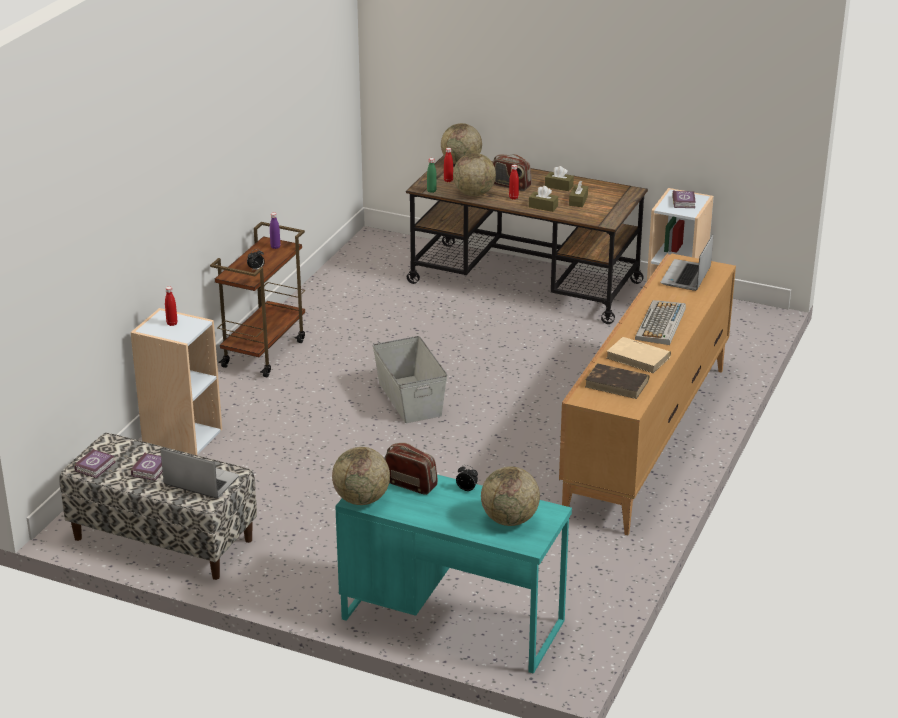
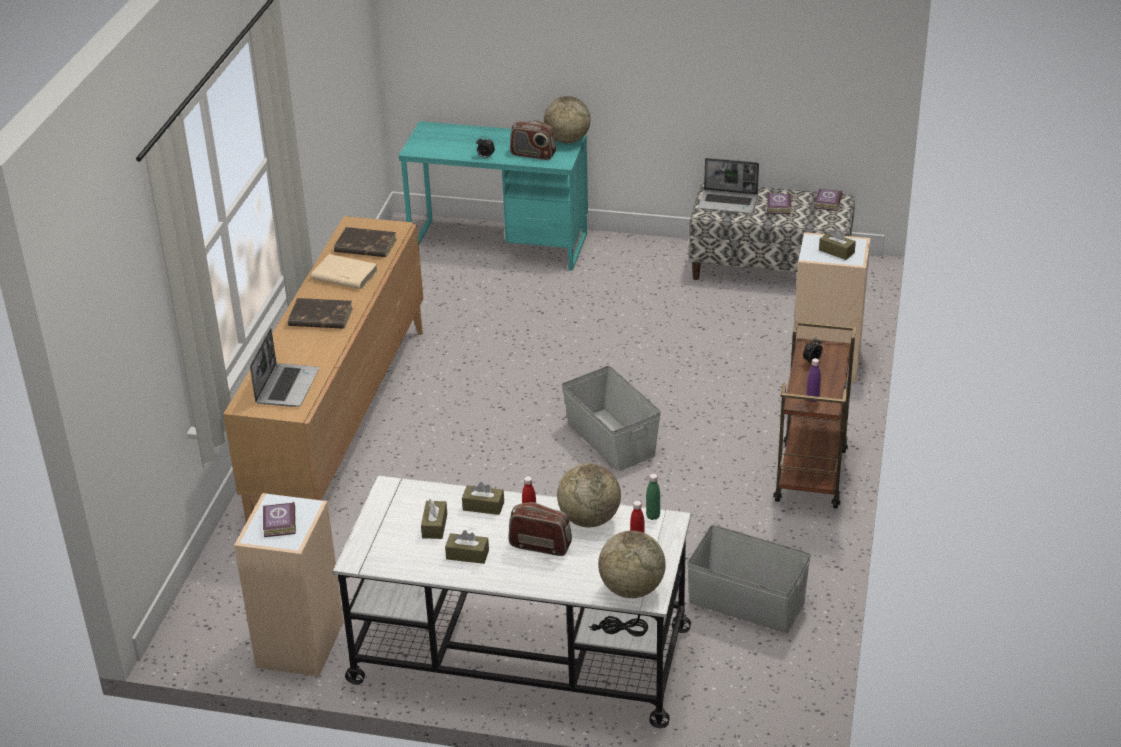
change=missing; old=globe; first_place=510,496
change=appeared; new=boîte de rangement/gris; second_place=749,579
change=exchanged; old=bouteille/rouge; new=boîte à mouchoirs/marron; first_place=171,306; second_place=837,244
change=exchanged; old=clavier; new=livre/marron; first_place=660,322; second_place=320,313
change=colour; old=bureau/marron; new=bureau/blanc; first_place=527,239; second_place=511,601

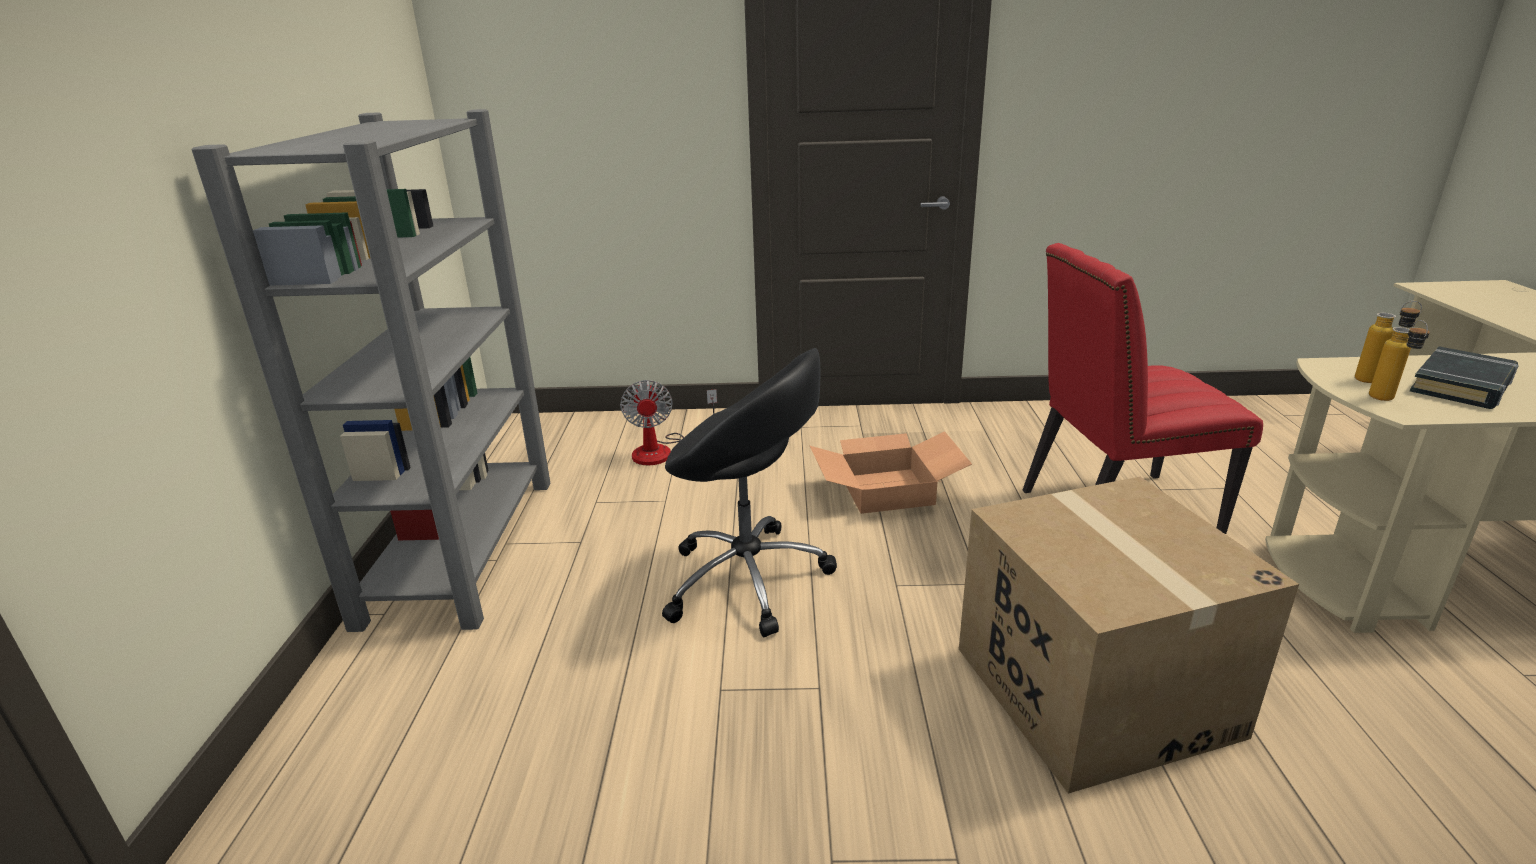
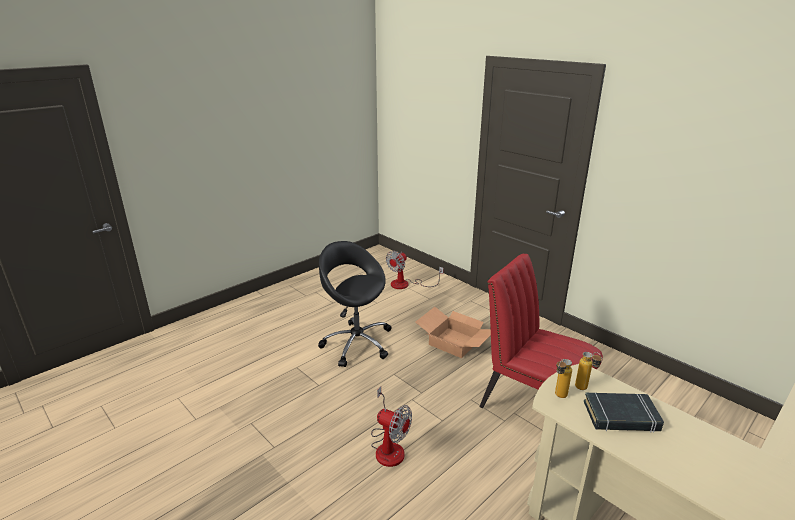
change=missing; old=bibliothèque/gris; first_place=370,370
change=exchanged; old=carton; new=ventilateur; first_place=1129,635; second_place=391,426
change=spun; old=chaise de bureau/noir; first_place=749,492; second_place=355,304; degrees=135

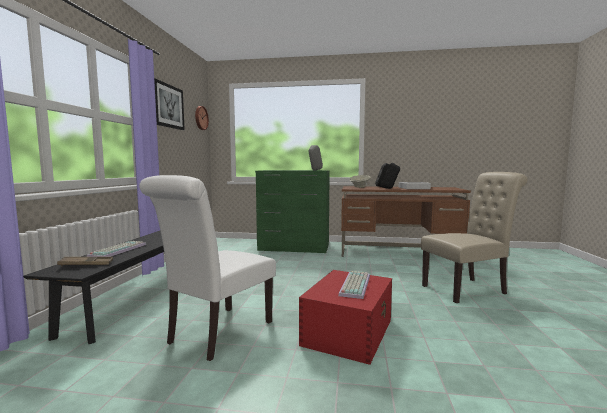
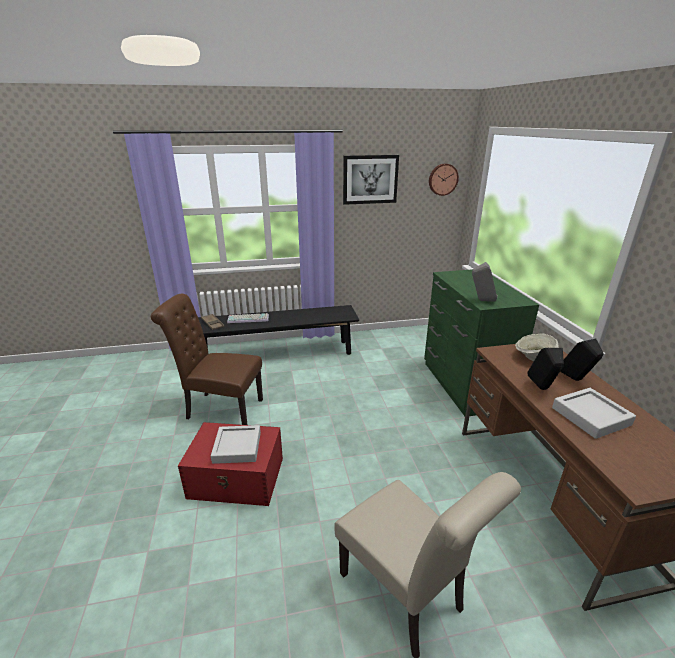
change=exchanged; old=clavier; new=plateau/gris; first_place=354,285; second_place=236,444
change=colour; old=chaise/blanc; new=chaise/marron; first_place=207,268; second_place=207,359

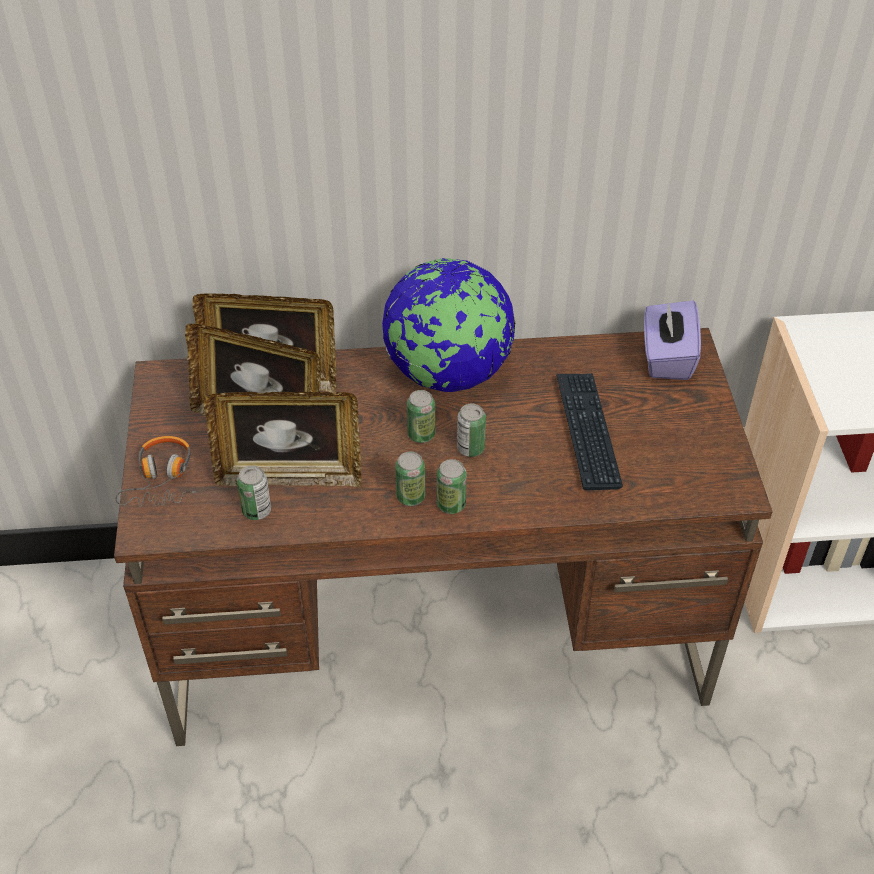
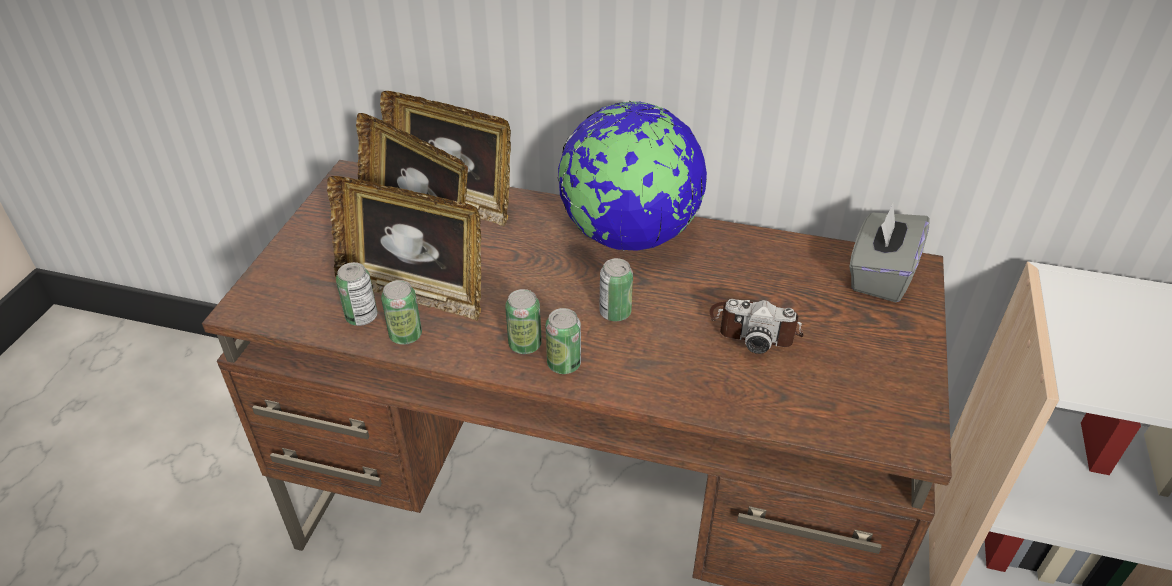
change=missing; old=casque audio; first_place=156,472
change=relocated; old=boîte métallique; first_place=421,416; second_place=401,312
change=exchanged; old=clavier; new=appareil photo; first_place=589,431; second_place=756,326
change=colour; old=boîte à mouchoirs/violet; new=boîte à mouchoirs/gris; first_place=672,340; second_place=889,253

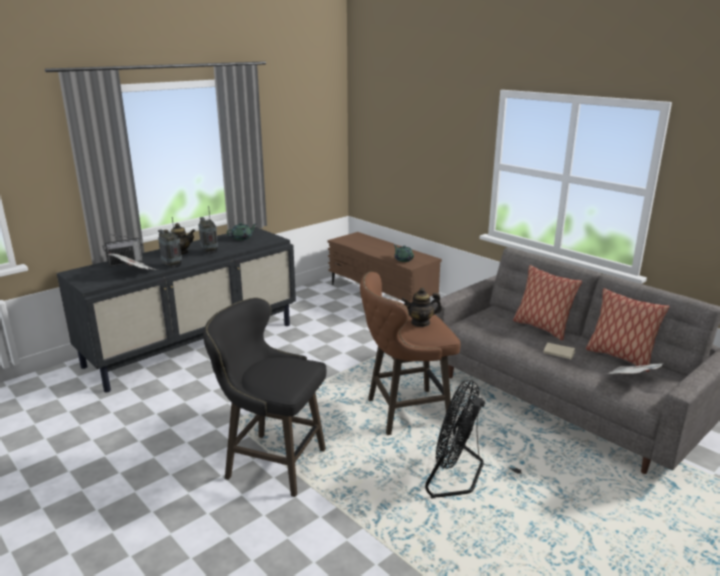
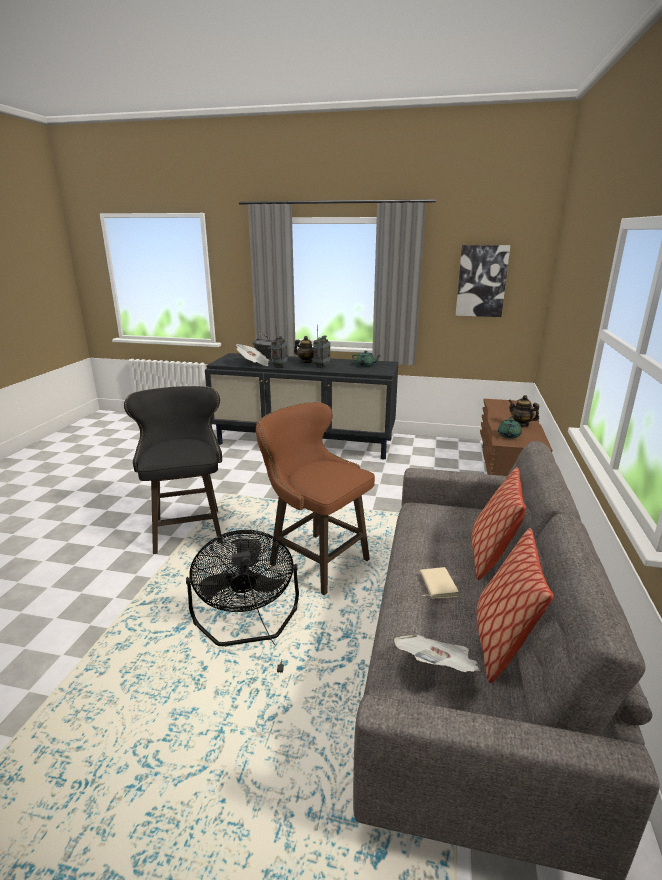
change=appeared; new=tableau; second_place=483,281
change=relocated; old=théière; first_place=421,307; second_place=524,411

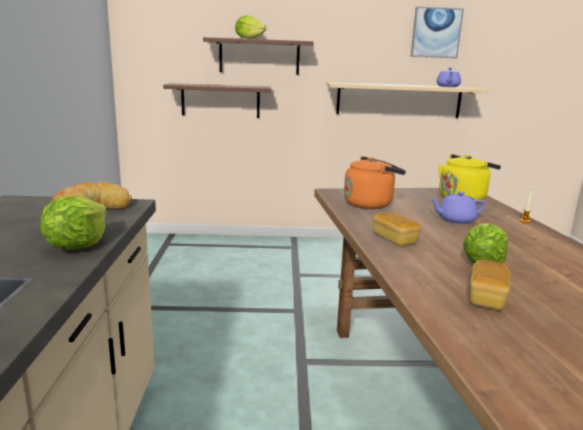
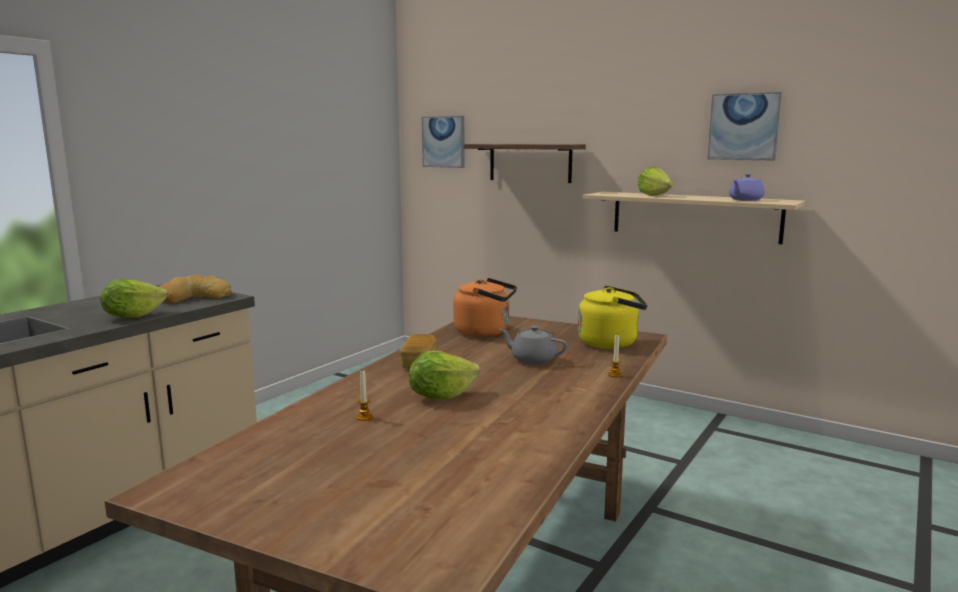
change=missing; old=étagère; first_place=217,100
change=appeared; new=tableau; second_place=443,142
change=relocated; old=laitue; first_place=250,27; second_place=655,181
change=exchanged; old=pain; new=bougie; first_place=489,285; second_place=364,395
change=colour; old=théière/violet; new=théière/gris; first_place=457,207; second_place=533,345

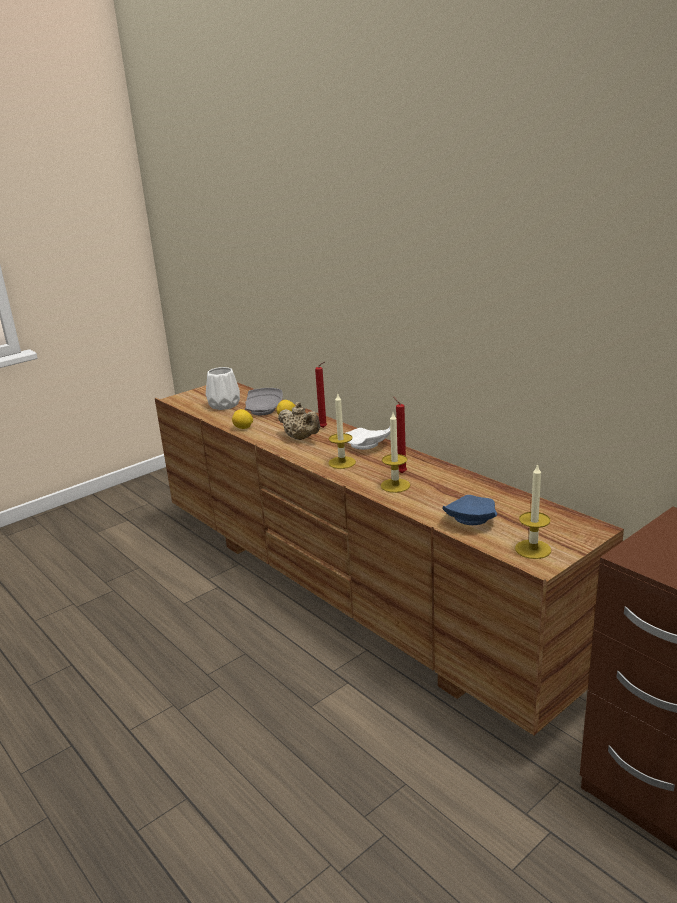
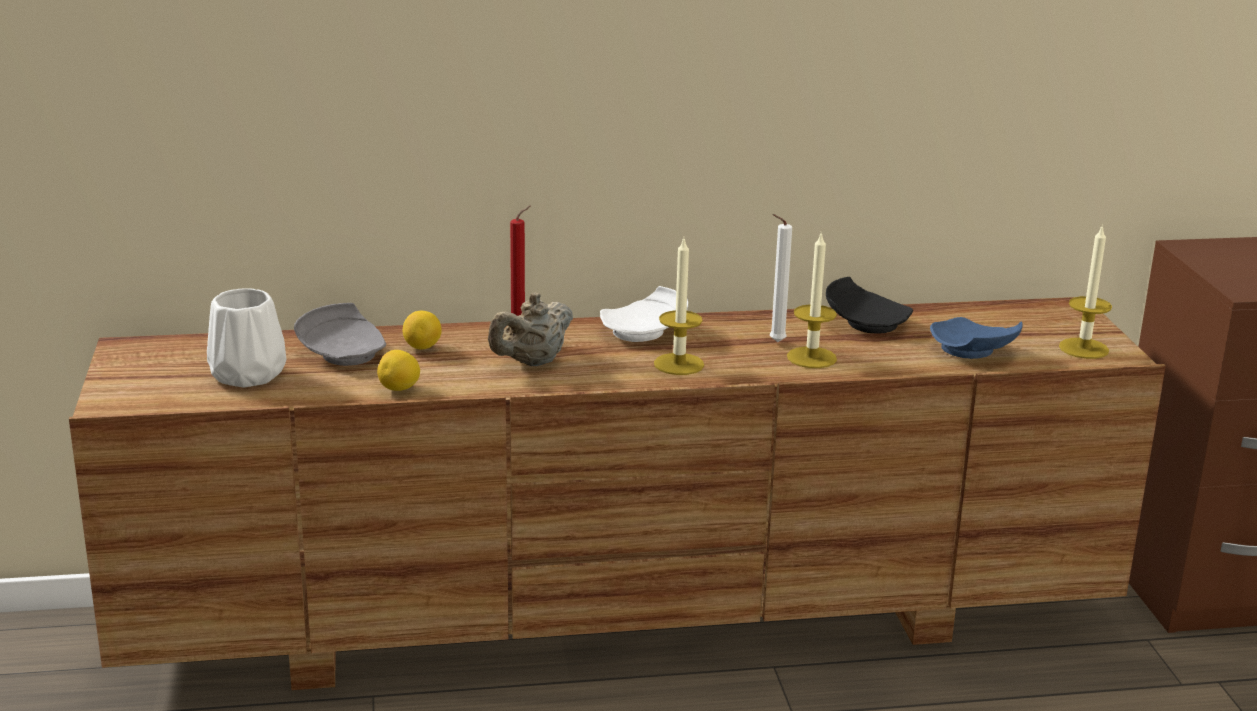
change=appeared; new=assiette/noir; second_place=869,305
change=colour; old=bougie/rouge; new=bougie/blanc; first_place=400,434; second_place=781,278
change=spun; old=théière/beige; first_place=299,421; second_place=530,329; degrees=150

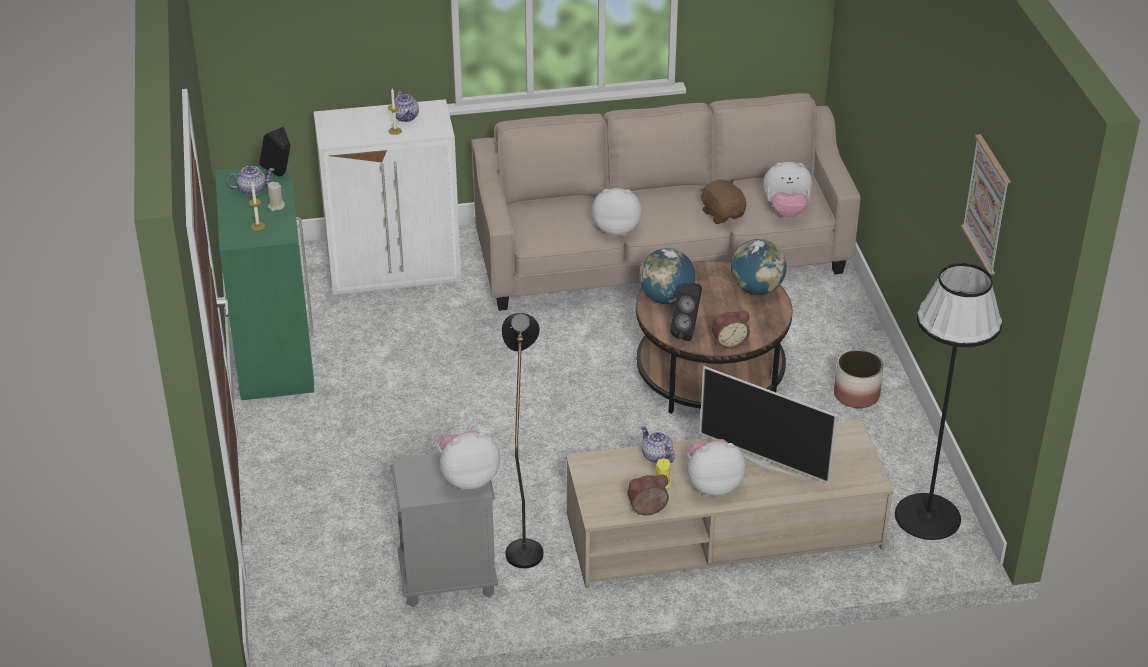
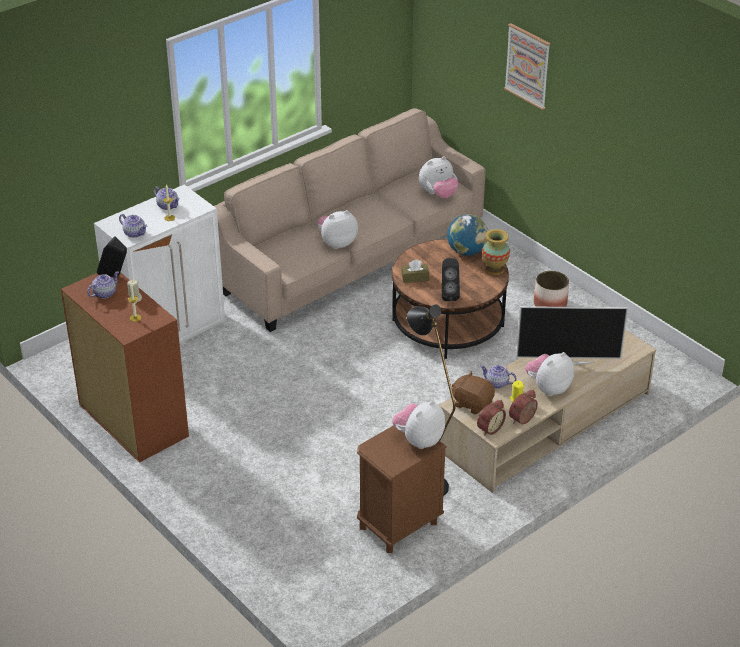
change=missing; old=lampadaire/noir; first_place=948,401
change=appeared; new=théière; second_place=133,226
change=appeared; new=vase; second_place=496,252
change=relocated; old=peluche/marron; first_place=723,201; second_place=473,392
change=relocated; old=réveil; first_place=731,330; second_place=491,418
change=relocated; old=tableau; first_place=986,204; second_place=527,66
change=exchanged; old=globe; new=boîte à mouchoirs/marron; first_place=667,276; second_place=415,271
change=colour; old=meuble de rangement/vert; new=meuble de rangement/marron; first_place=264,282; second_place=125,367
change=colour; old=table de chevet/gris; new=table de chevet/marron; first_place=444,530; second_place=402,489

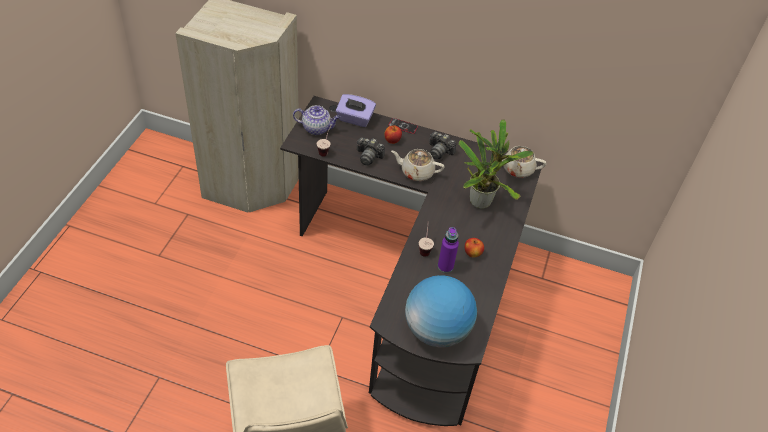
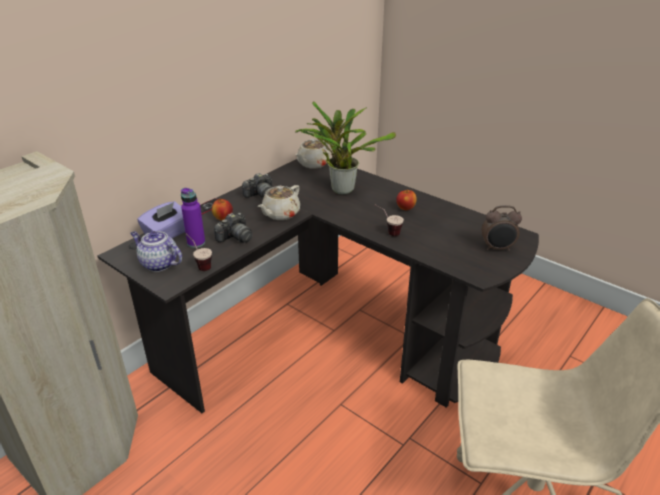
change=relocated; old=bouteille/violet; first_place=448,250; second_place=193,218
change=exchanged; old=globe; new=réveil; first_place=441,311; second_place=502,228
change=spun; old=théière; first_place=316,120; second_place=156,251; degrees=-90

